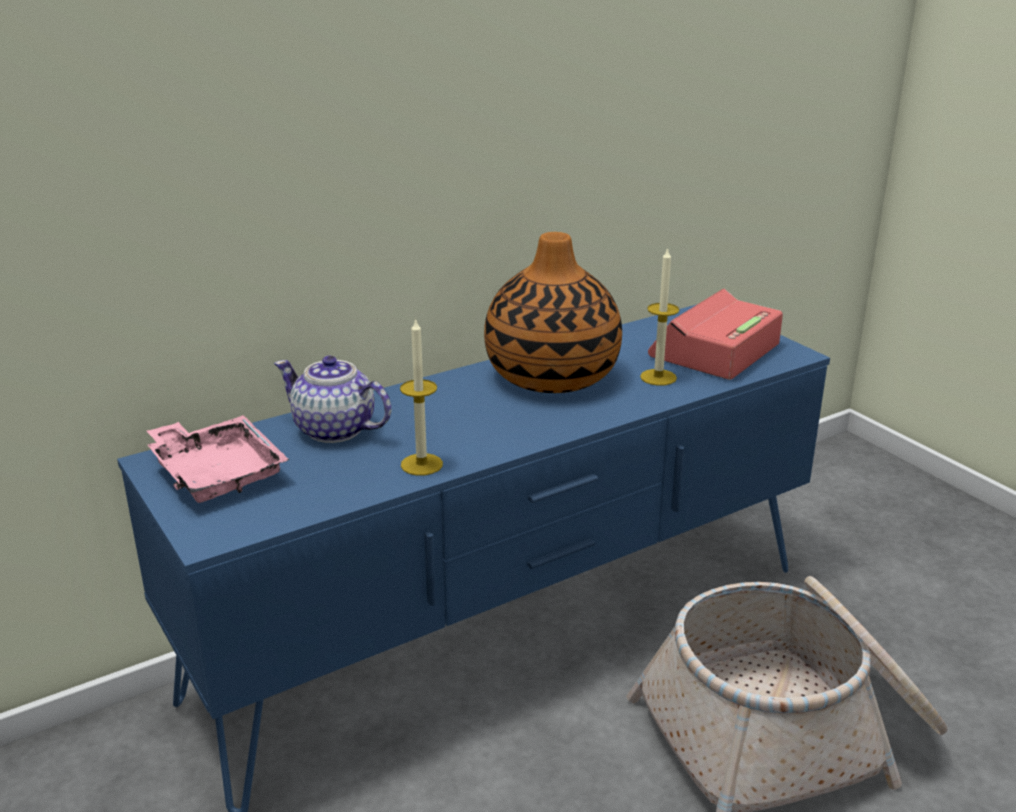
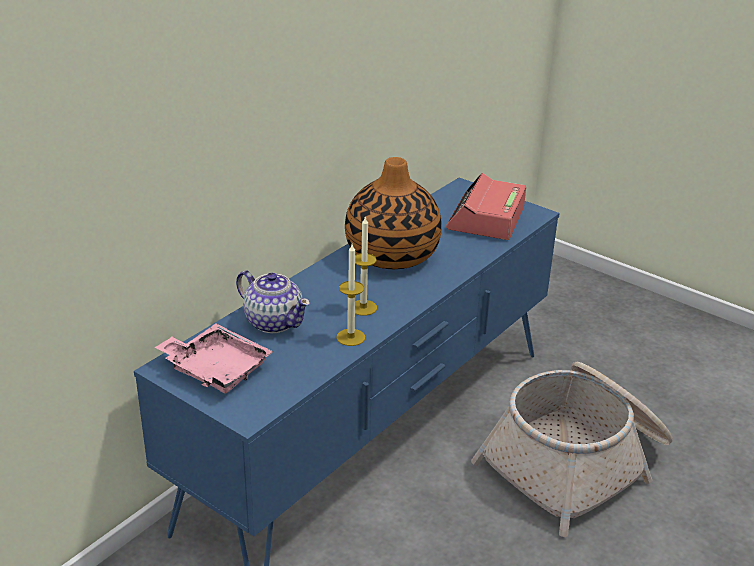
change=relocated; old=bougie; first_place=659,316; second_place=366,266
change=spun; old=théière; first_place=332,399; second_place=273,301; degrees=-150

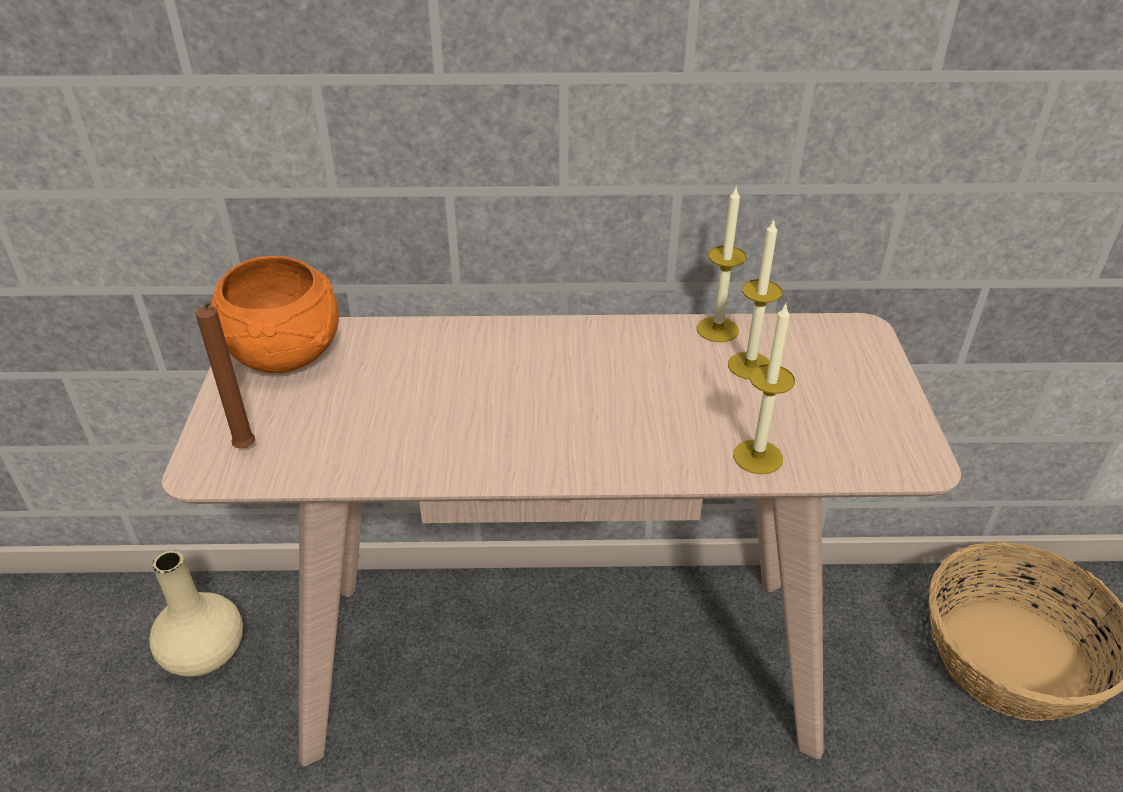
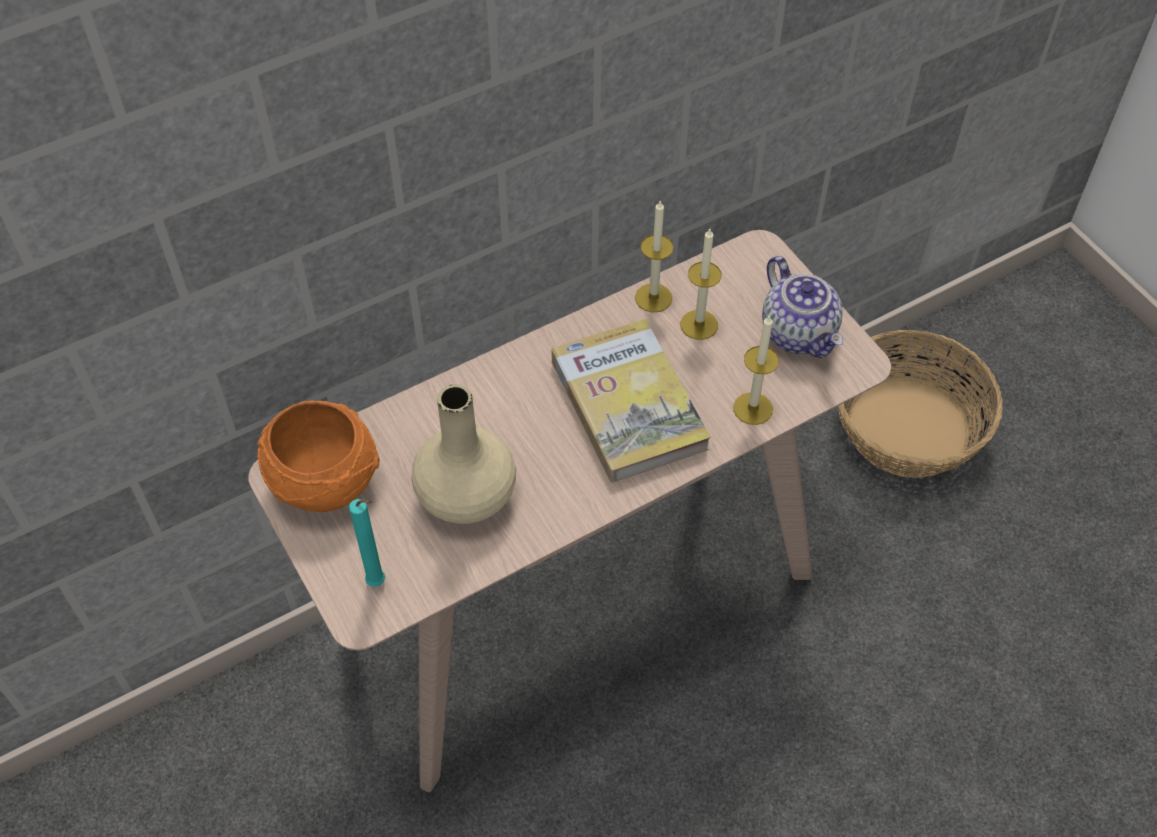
change=appeared; new=livre; second_place=631,401
change=appeared; new=théière; second_place=802,307
change=relocated; old=vase/beige; first_place=196,613; second_place=464,454
change=colour; old=bougie/marron; new=bougie/turquoise; first_place=225,375; second_place=367,543

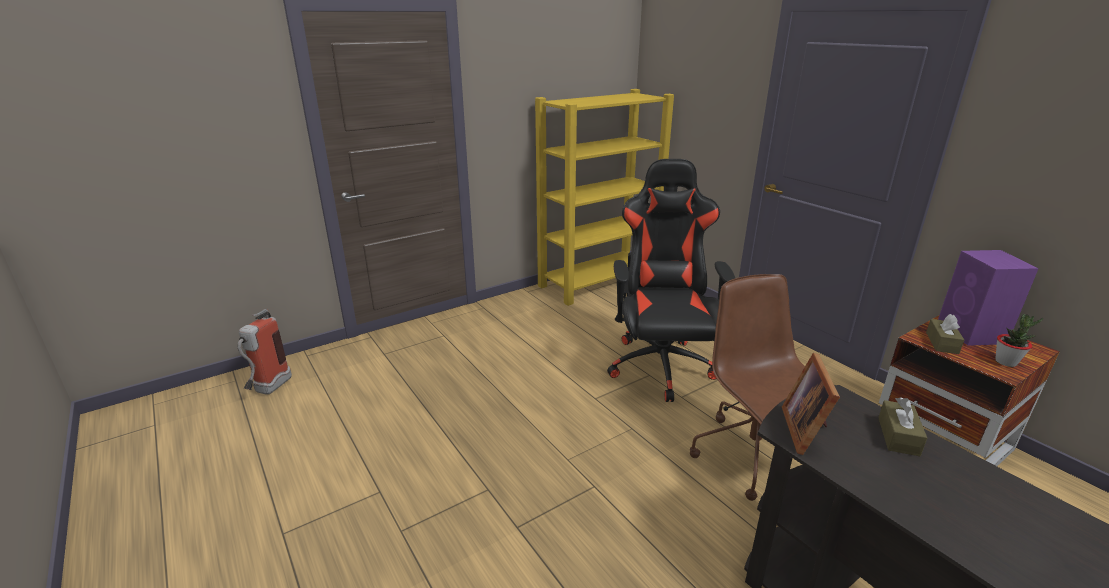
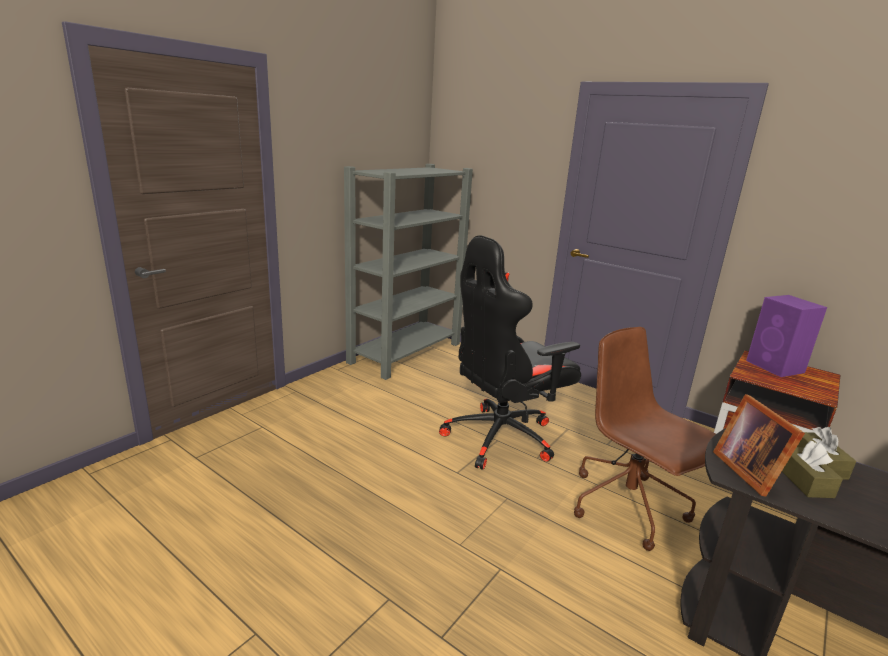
change=missing; old=extincteur; first_place=265,351
change=missing; old=plante en pot; first_place=1019,340
change=relocated; old=boîte à mouchoirs/marron; first_place=945,334; second_place=812,469
change=colour; old=bibliothèque/jaune; new=bibliothèque/gris; first_place=604,197; second_place=408,272
change=spun; old=chaise de bureau/noir; first_place=671,280; second_place=510,352; degrees=-105

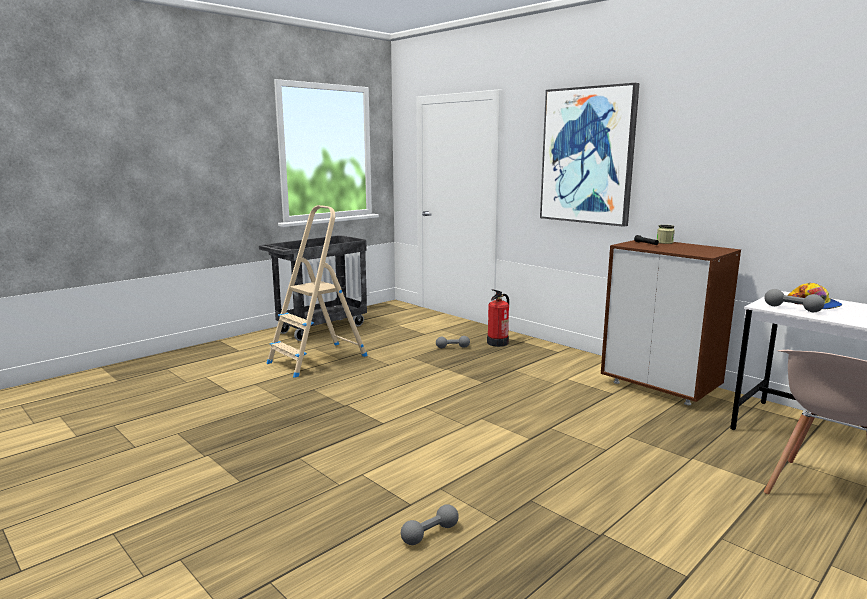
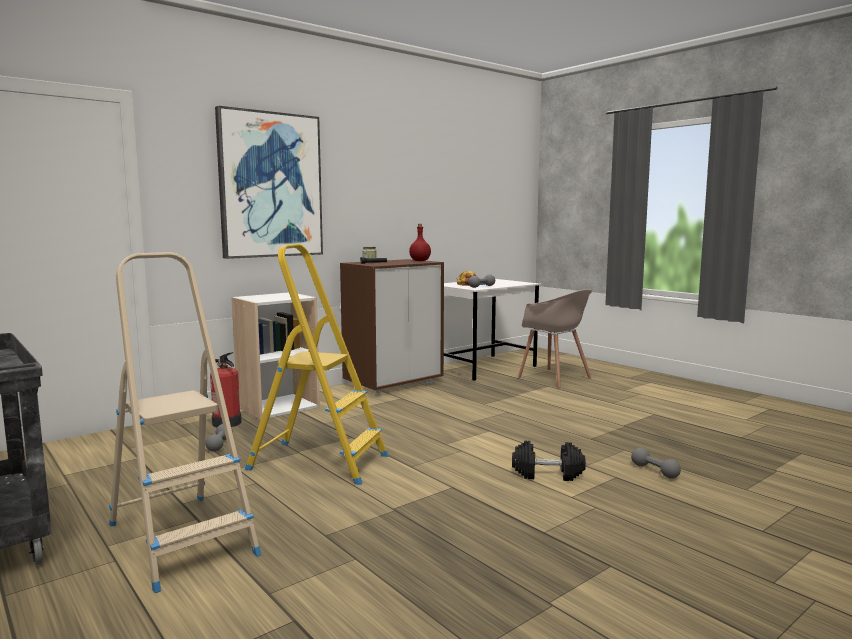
change=appeared; new=bibliothèque/blanc; second_place=275,356
change=appeared; new=escabeau/jaune; second_place=317,364
change=appeared; new=bouteille/rouge; second_place=420,242
change=appeared; new=haltère/noir; second_place=549,461

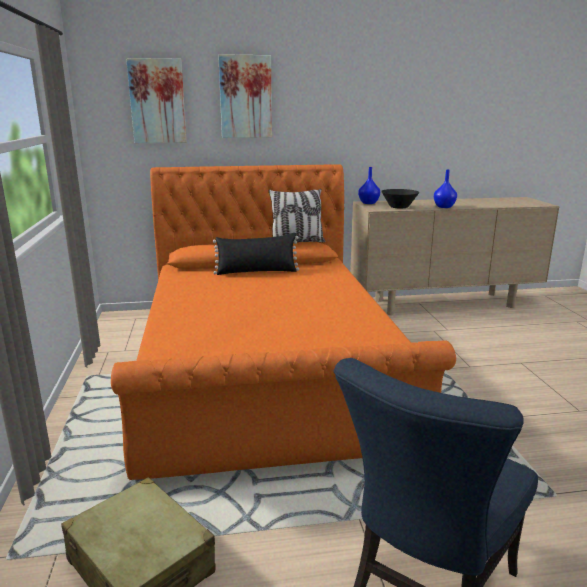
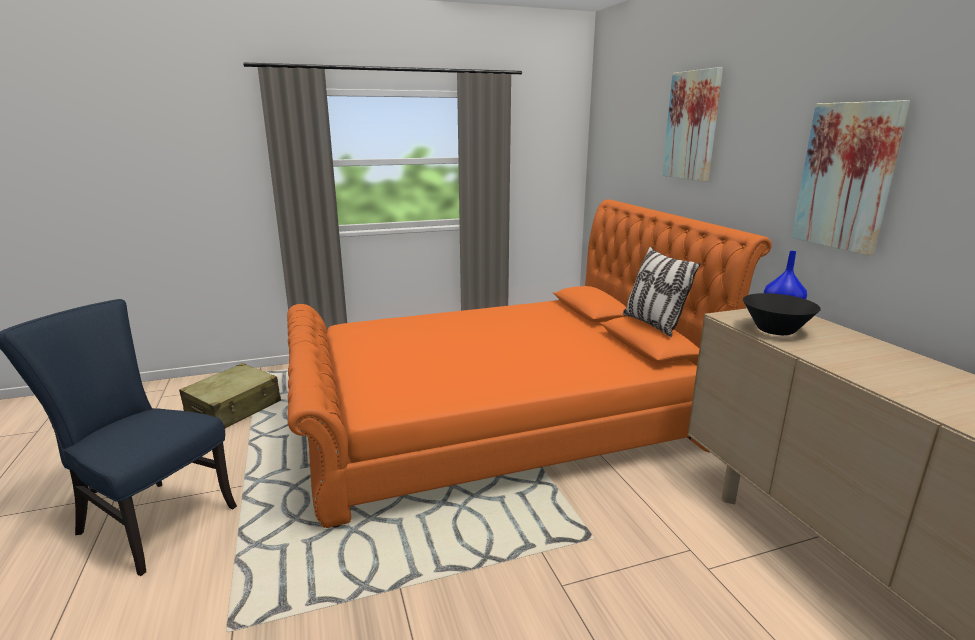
change=missing; old=coussin/noir; first_place=256,254
change=missing; old=vase/bleu; first_place=445,188
change=relocated; old=tableau; first_place=156,100; second_place=850,177

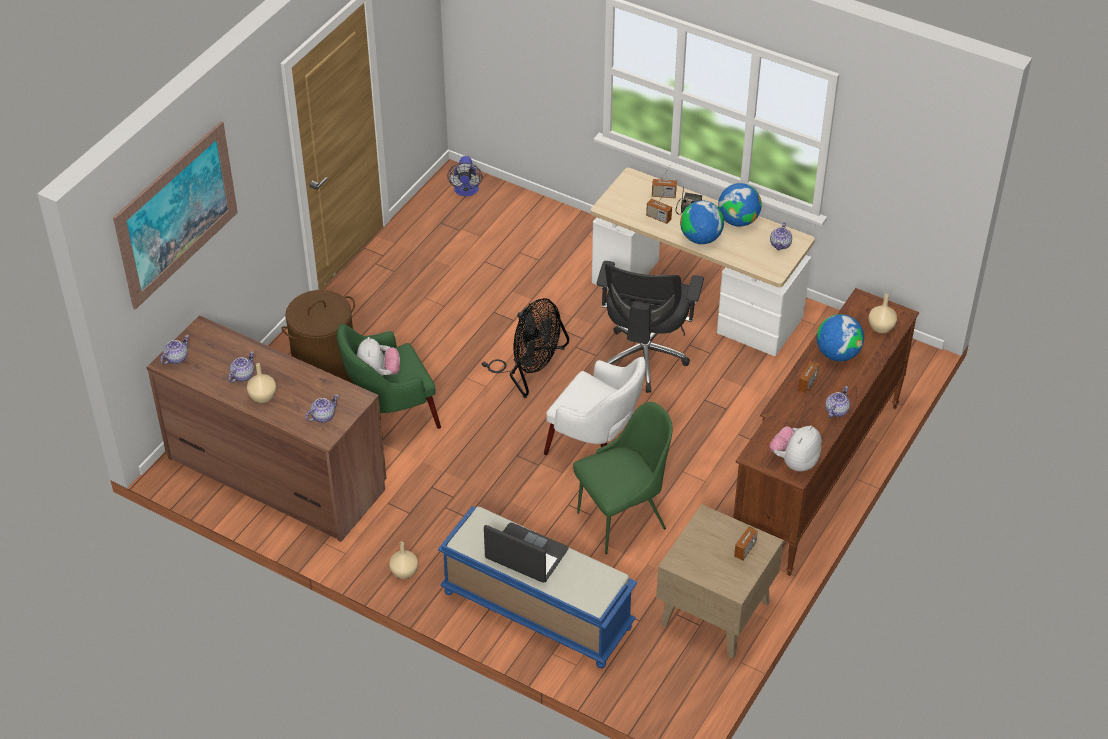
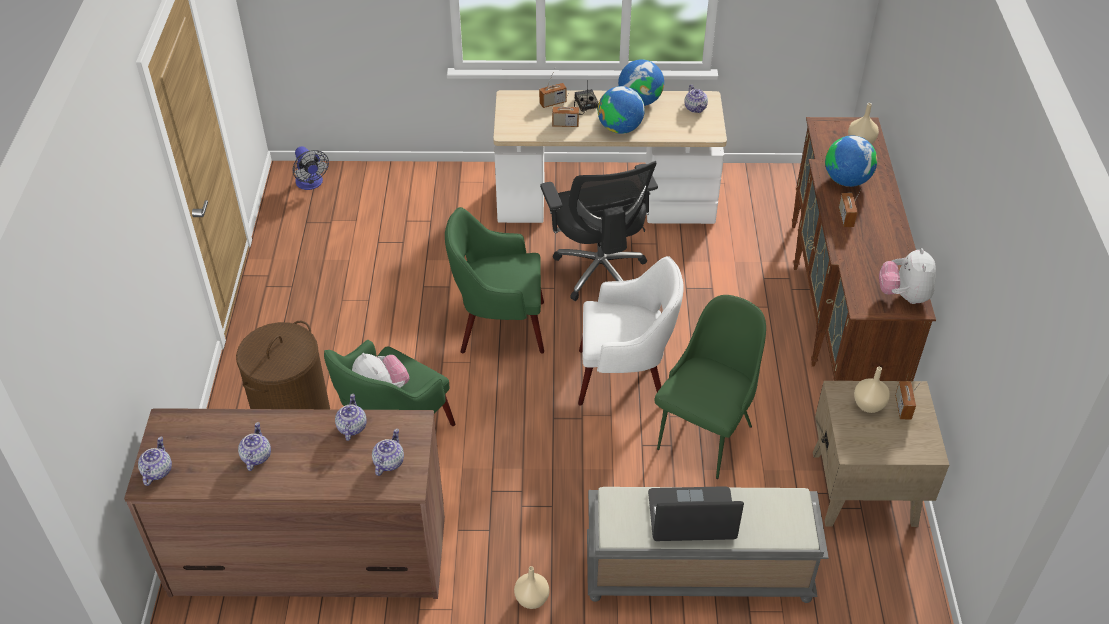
change=missing; old=tableau; first_place=175,215
change=relocated; old=vase/beige; first_place=261,383; second_place=872,390
change=relocated; old=théière; first_place=837,402; second_place=351,417
change=exchanged; old=ventilateur/noir; new=fauteuil/vert; first_place=525,348; second_place=494,280
change=colour; old=banc/bleu; new=banc/gris; first_place=538,587; second_place=708,545

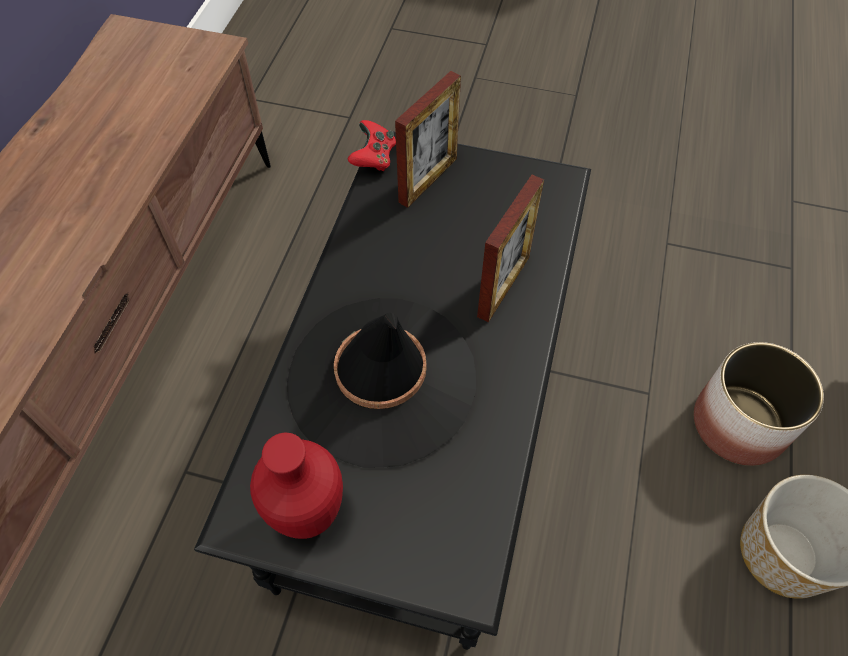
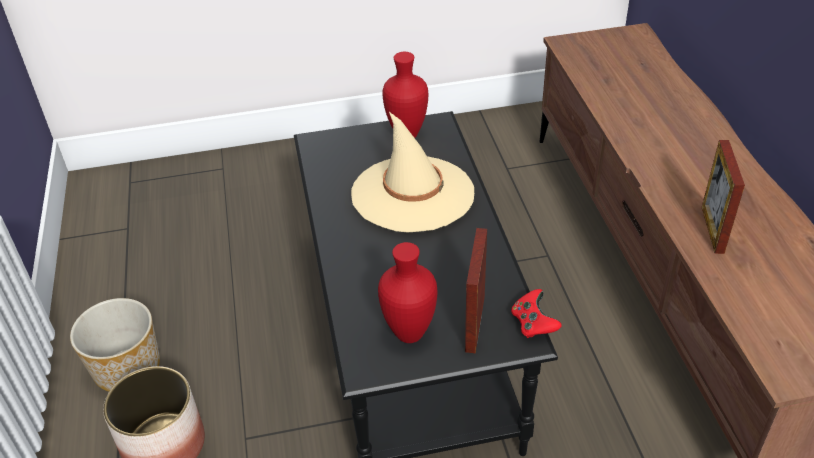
change=appeared; new=vase/rouge; second_place=408,292
change=relocated; old=cadre photo; first_place=510,248; second_place=723,197
change=colour; old=chapeau/noir; new=chapeau/beige; first_place=381,383; second_place=412,172

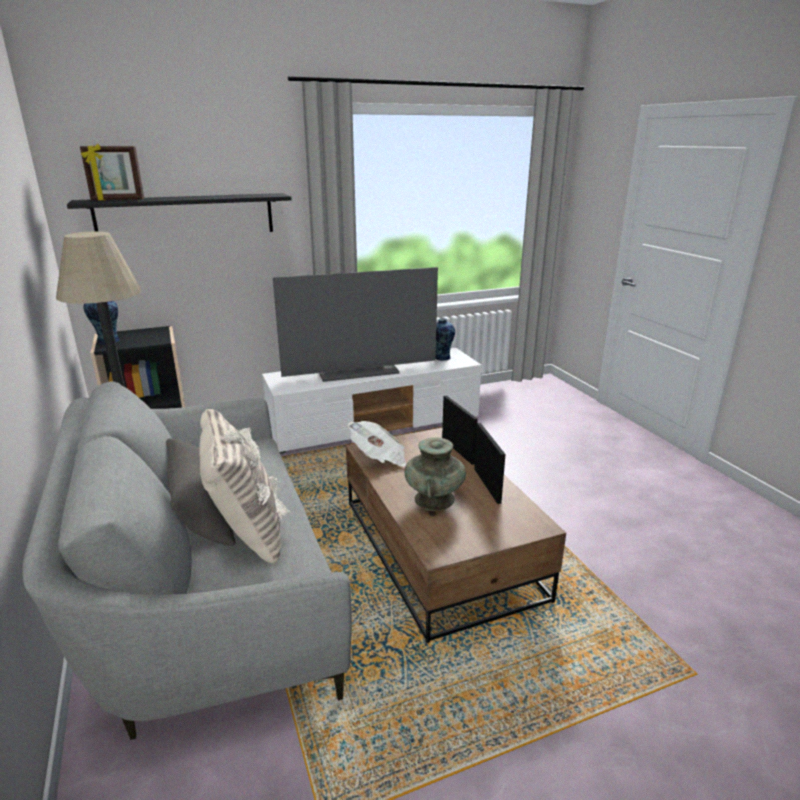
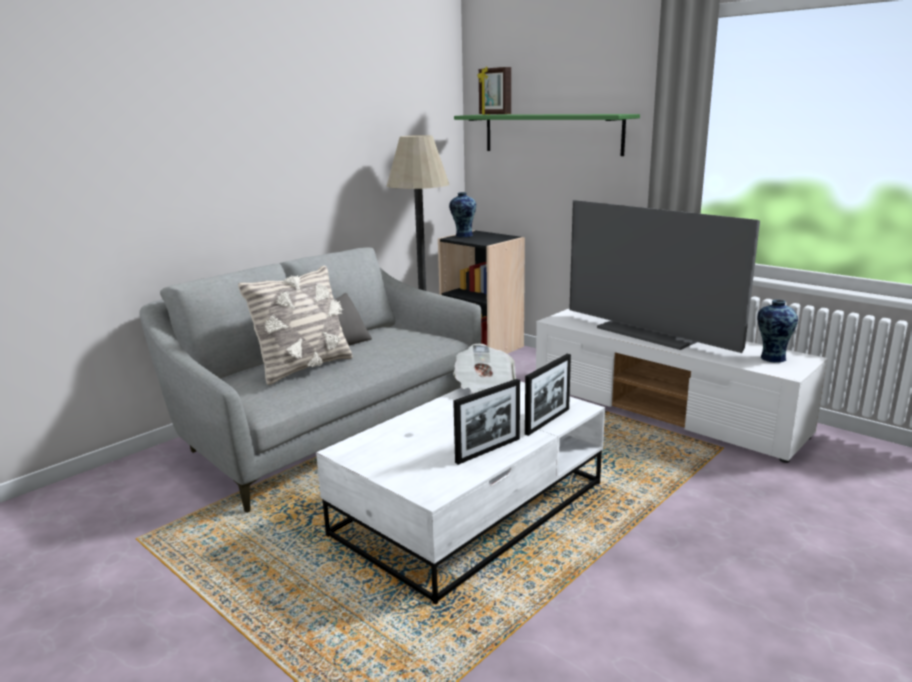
change=missing; old=vase/turquoise; first_place=435,474
change=colour; old=étagère/noir; new=étagère/vert; first_place=179,212; second_place=547,135
change=colour; old=table basse/marron; new=table basse/blanc; first_place=456,535; second_place=460,493

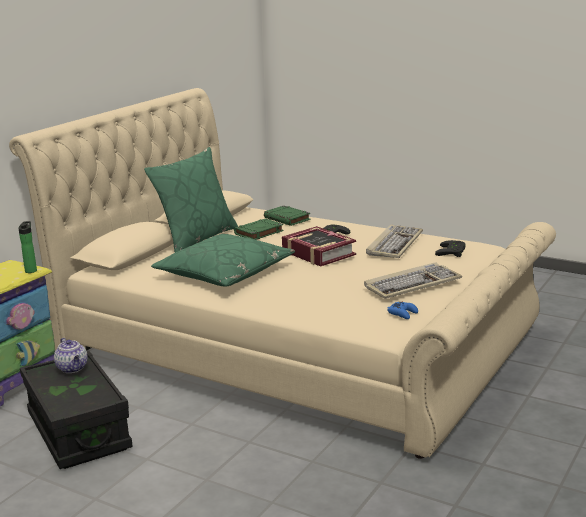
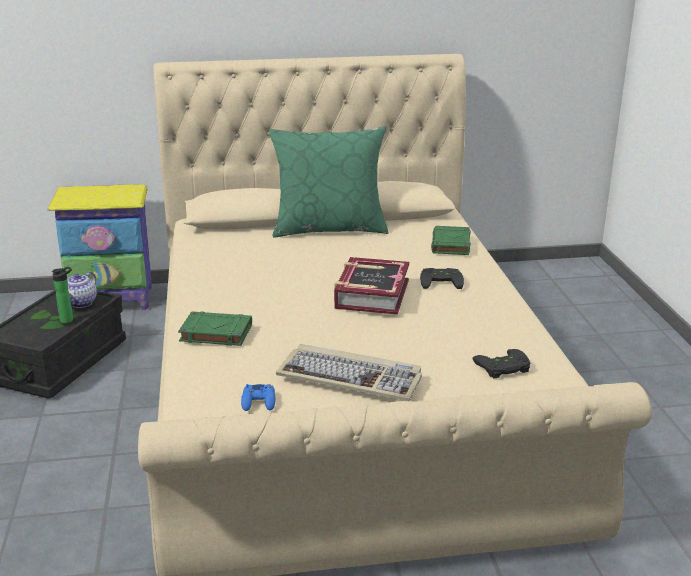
change=missing; old=coussin/vert; first_place=223,260
change=missing; old=clavier; first_place=394,241
change=relocated; old=bouteille; first_place=27,247; second_place=62,294
change=relocated; old=livre/vert; first_place=259,229; second_place=215,328

